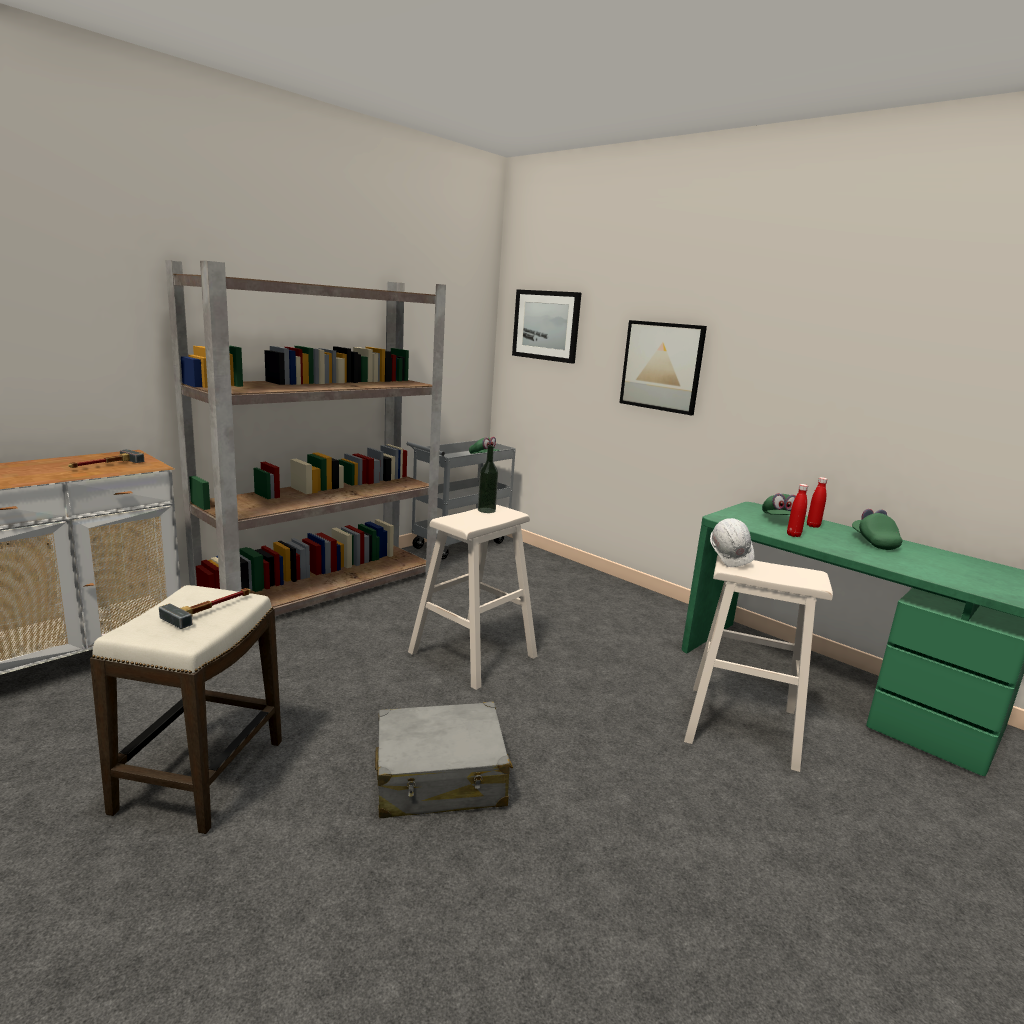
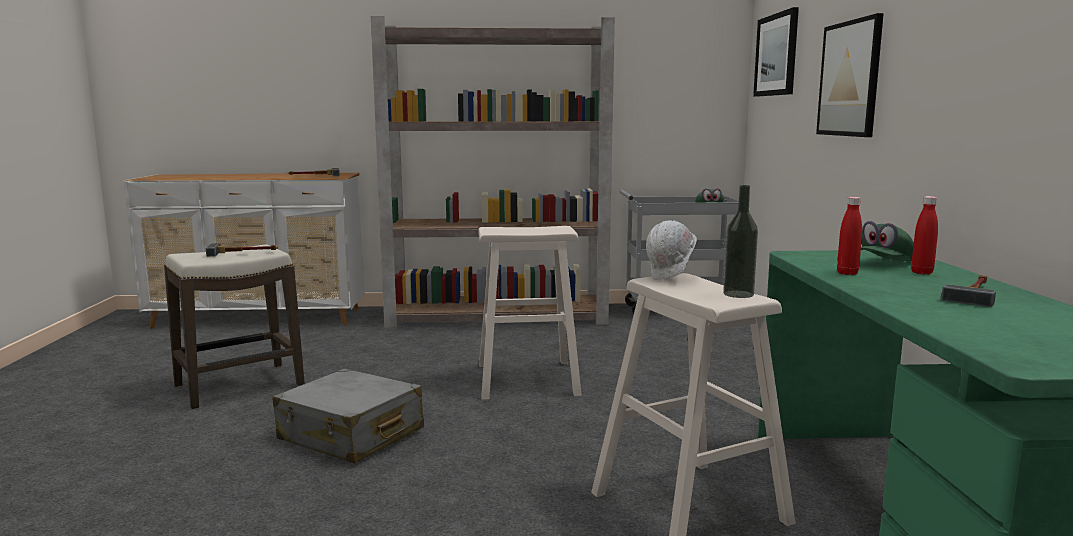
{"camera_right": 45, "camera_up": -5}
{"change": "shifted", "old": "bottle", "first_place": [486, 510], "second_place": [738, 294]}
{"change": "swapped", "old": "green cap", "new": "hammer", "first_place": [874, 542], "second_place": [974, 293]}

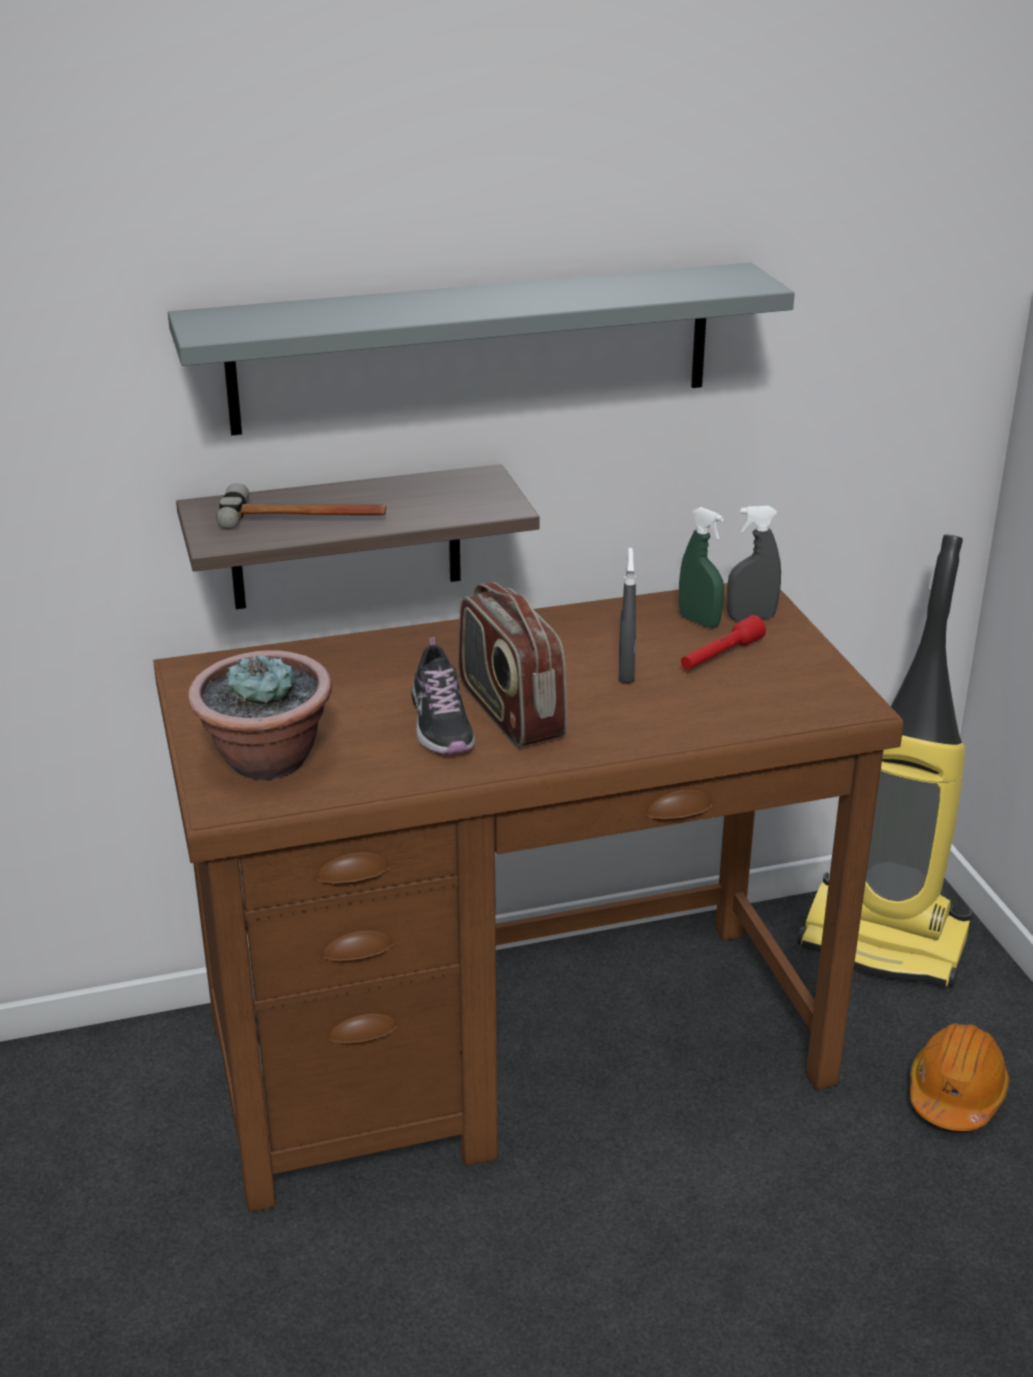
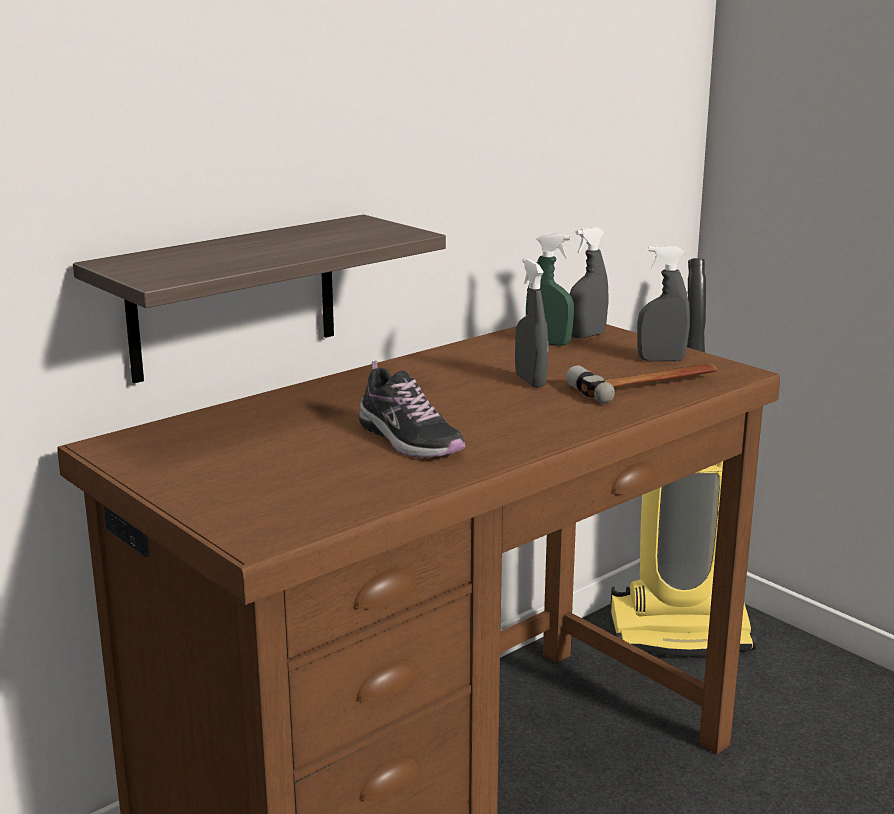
{"camera_right": -25, "camera_up": -10}
{"change": "gone", "old": "grey shelf", "first_place": [473, 348]}
{"change": "gone", "old": "potted plant", "first_place": [267, 761]}
{"change": "gone", "old": "radio", "first_place": [509, 712]}
{"change": "gone", "old": "red flashlight", "first_place": [720, 656]}
{"change": "gone", "old": "orange hard hat", "first_place": [956, 1093]}
{"change": "new", "new": "grey spray bottle", "second_place": [661, 360]}
{"change": "shifted", "old": "hammer", "first_place": [304, 518], "second_place": [647, 386]}

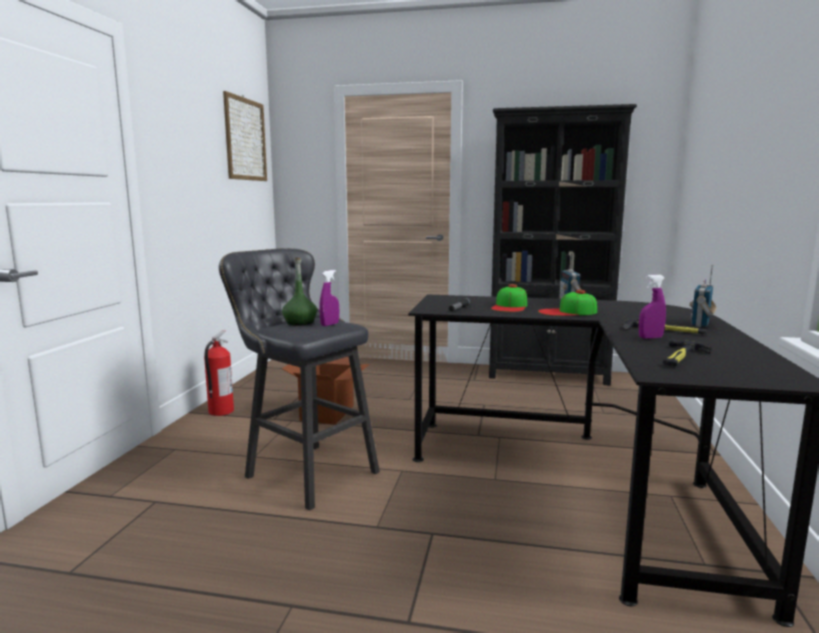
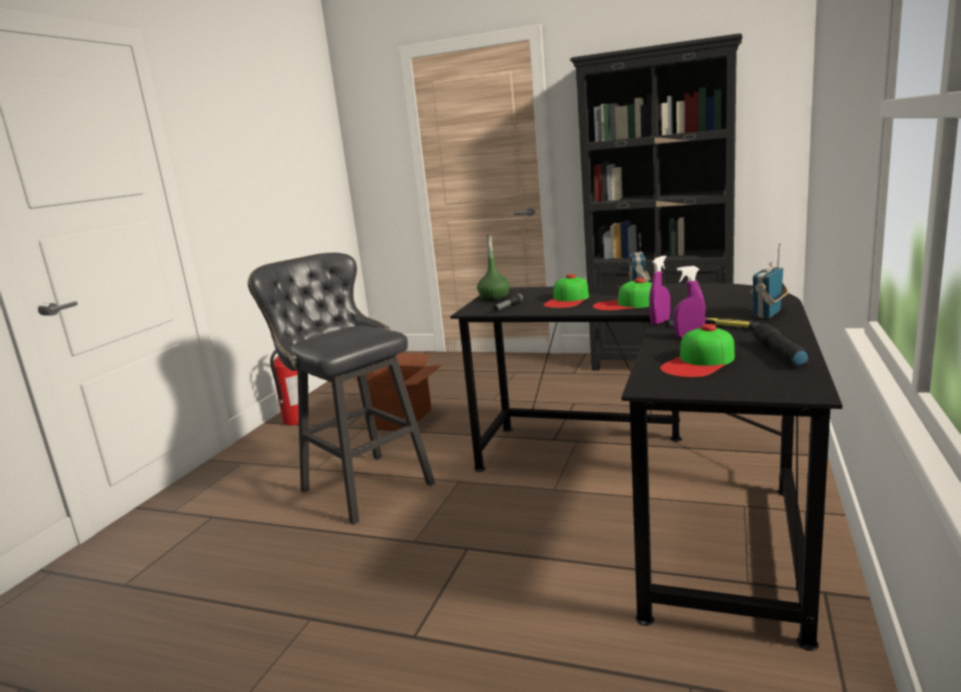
{"camera_right": 10, "camera_up": 5}
{"change": "gone", "old": "picture", "first_place": [245, 138]}
{"change": "new", "new": "black flashlight", "second_place": [778, 353]}
{"change": "shifted", "old": "green bottle", "first_place": [300, 322], "second_place": [494, 298]}
{"change": "shifted", "old": "purple spray bottle", "first_place": [330, 324], "second_place": [660, 322]}
{"change": "swapped", "old": "hammer", "new": "cap", "first_place": [681, 357], "second_place": [699, 362]}

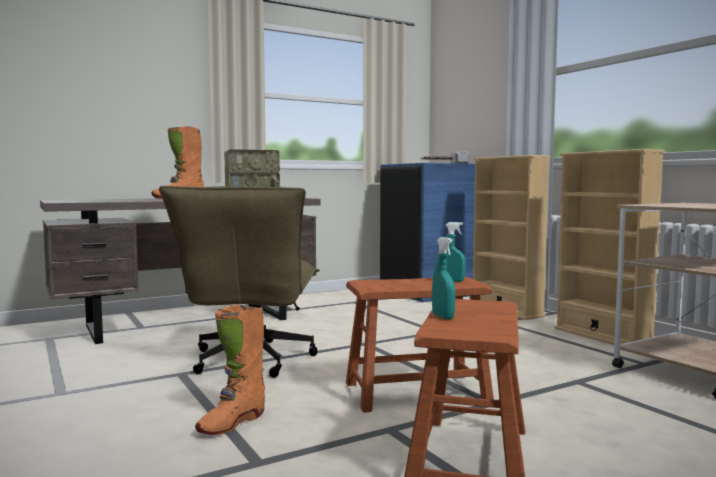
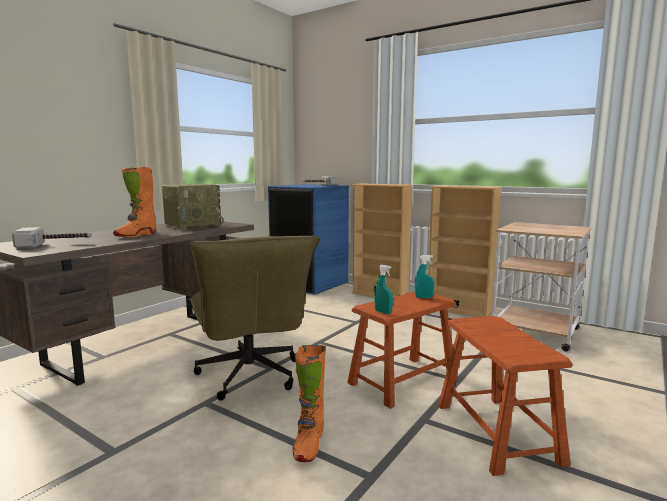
{"camera_right": -25, "camera_up": 5}
{"change": "new", "new": "hammer", "second_place": [55, 244]}
{"change": "shifted", "old": "turquoise spray bottle", "first_place": [443, 317], "second_place": [383, 312]}

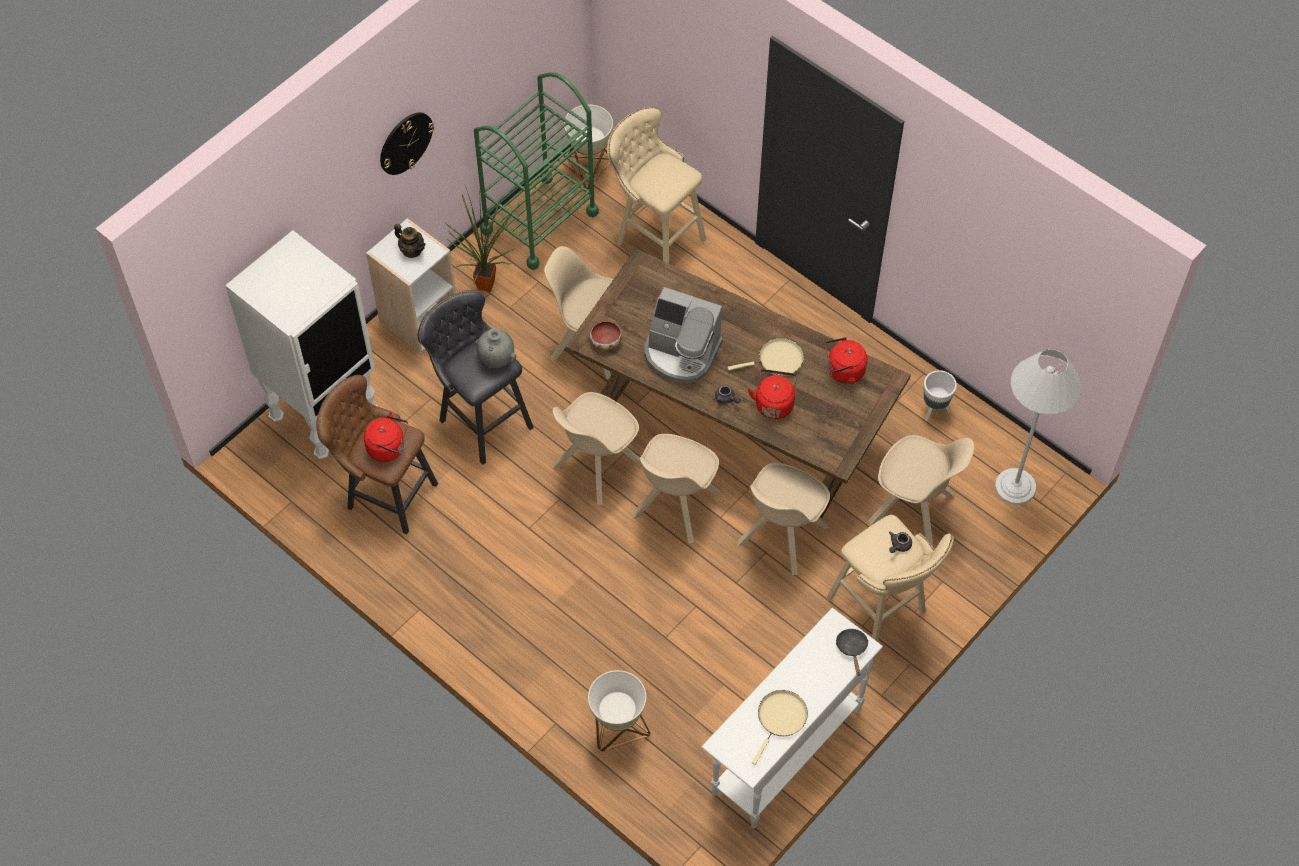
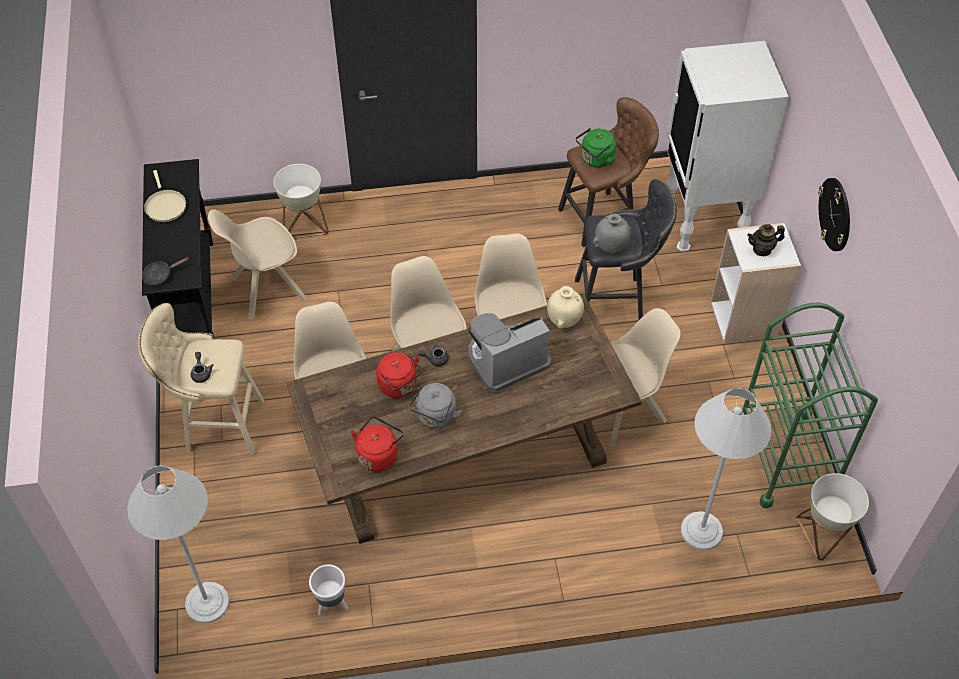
{"camera_right": 130, "camera_up": -5}
{"change": "gone", "old": "potted plant", "first_place": [487, 283]}
{"change": "shifted", "old": "beige chair", "first_place": [913, 510], "second_place": [266, 289]}
{"change": "swapped", "old": "bowl", "new": "beige vase", "first_place": [605, 342], "second_place": [564, 320]}
{"change": "swapped", "old": "beige stool", "new": "white floor lamp", "first_place": [653, 235], "second_place": [701, 531]}
{"change": "swapped", "old": "beige frying pan", "new": "grey kettle", "first_place": [777, 360], "second_place": [435, 417]}
{"change": "repainted", "old": "red kettle", "new": "green kettle", "first_place": [389, 448], "second_place": [595, 160]}
{"change": "repainted", "old": "white console table", "new": "black console table", "first_place": [785, 752], "second_place": [192, 297]}
{"change": "rotated", "old": "black frying pan", "first_place": [852, 648], "second_place": [160, 275], "degrees": 120}

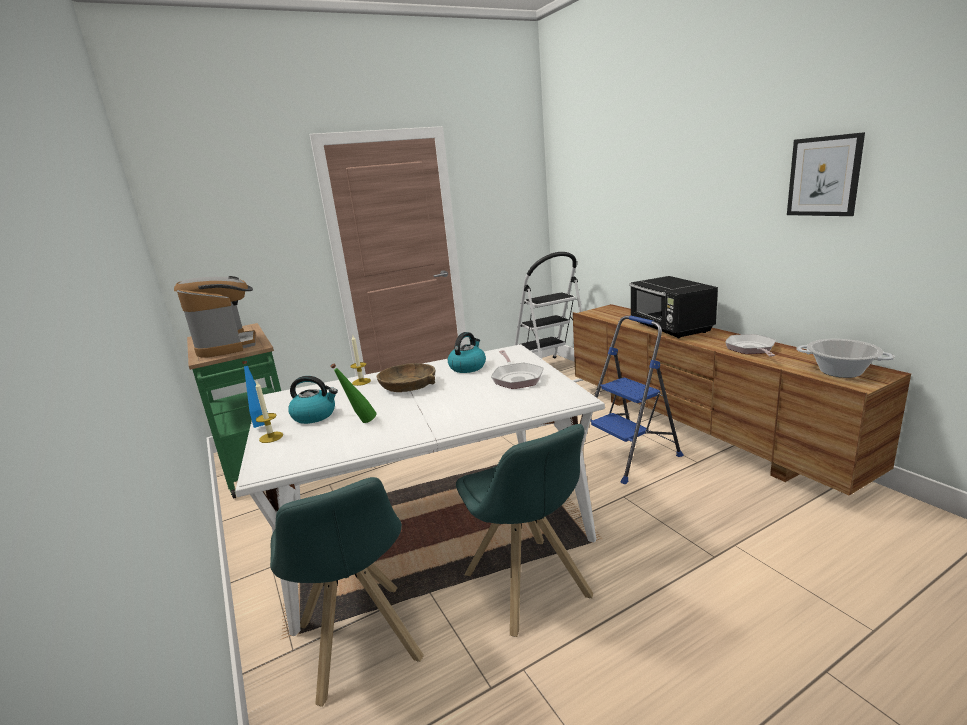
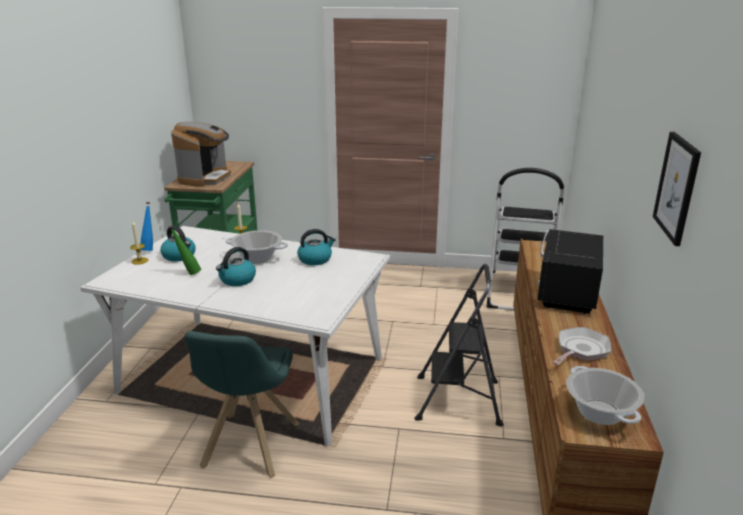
{"camera_right": 35, "camera_up": 5}
{"change": "gone", "old": "turquoise chair", "first_place": [360, 642]}
{"change": "gone", "old": "frying pan", "first_place": [516, 378]}
{"change": "new", "new": "kettle", "second_place": [237, 280]}
{"change": "swapped", "old": "brown bowl", "new": "cooking pot", "first_place": [409, 385], "second_place": [257, 258]}
{"change": "repainted", "old": "blue step ladder", "new": "black step ladder", "first_place": [630, 454], "second_place": [461, 399]}

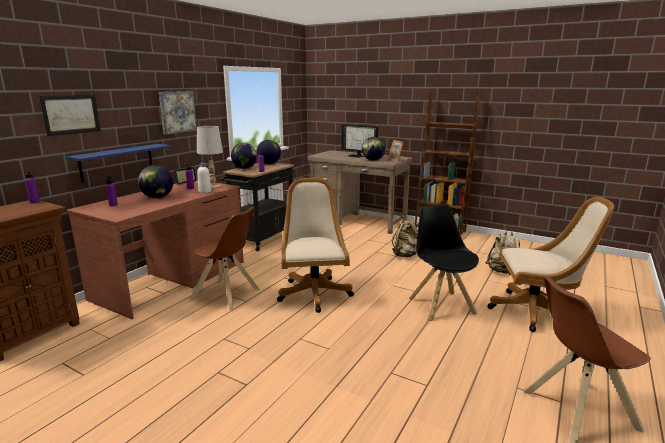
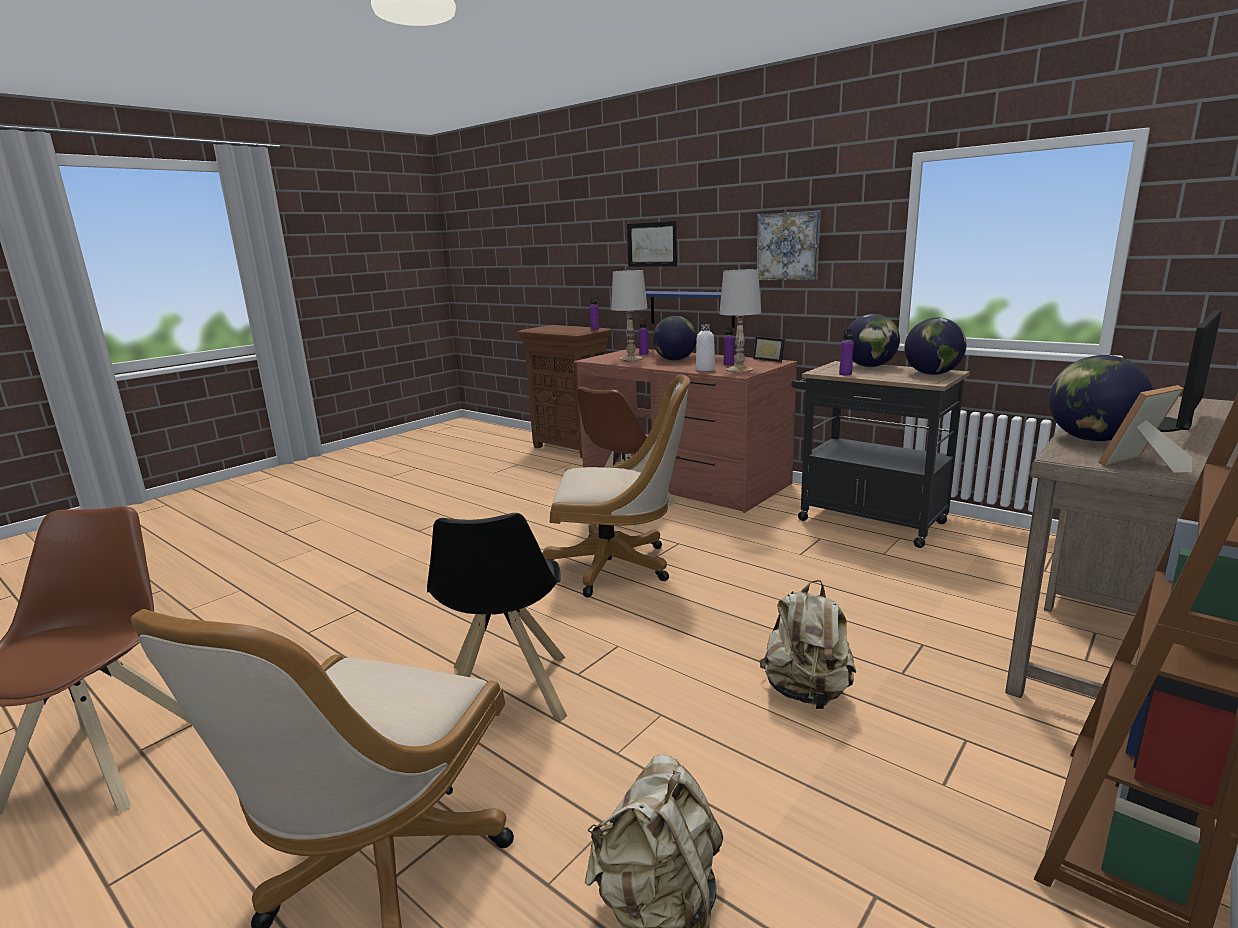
{"camera_right": 100, "camera_up": 0}
{"change": "new", "new": "white table lamp", "second_place": [631, 359]}
{"change": "rotated", "old": "black chair", "first_place": [441, 304], "second_place": [506, 694], "degrees": 90}

